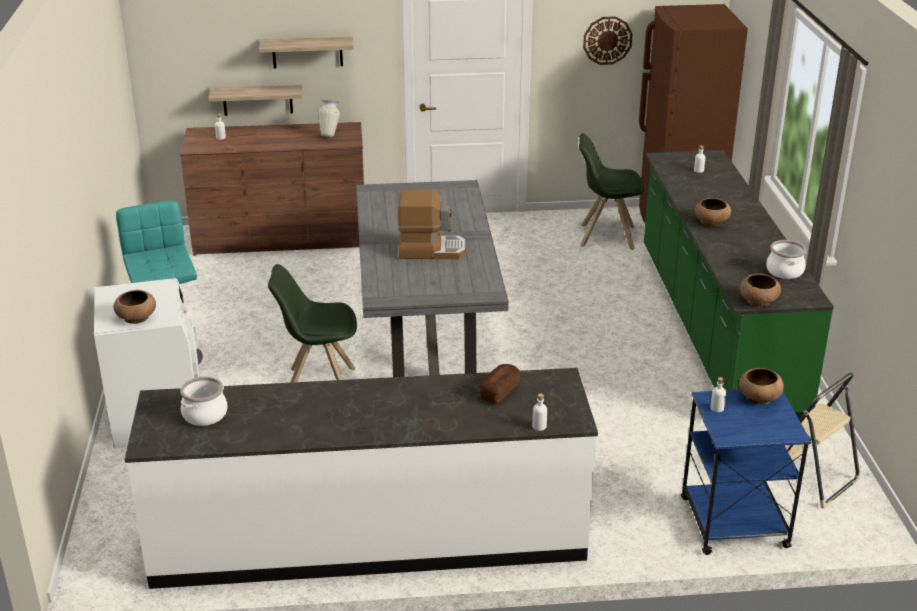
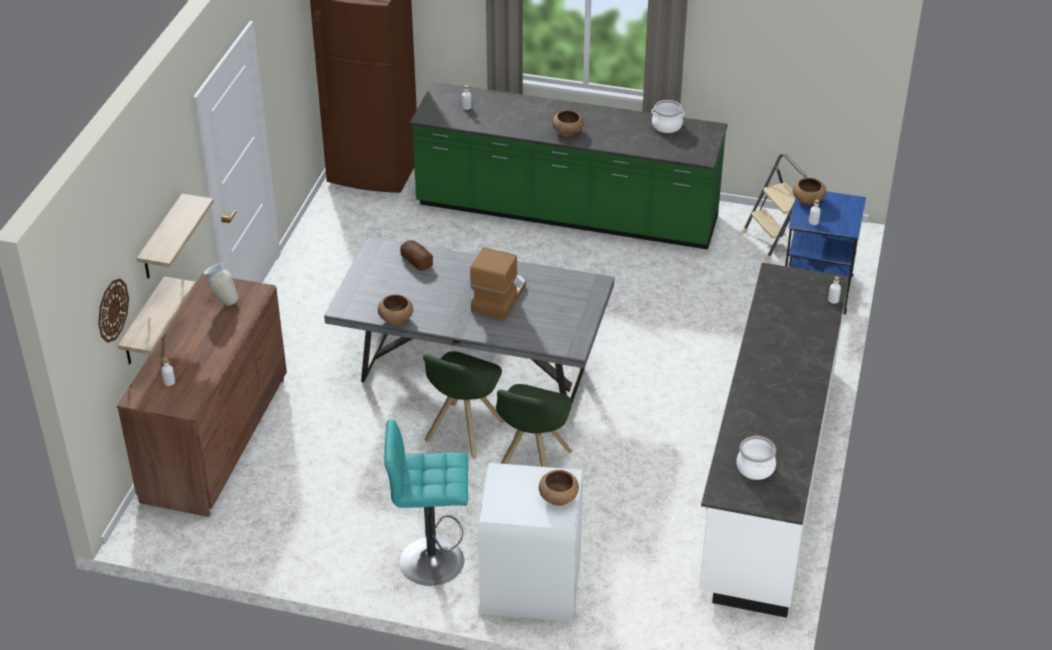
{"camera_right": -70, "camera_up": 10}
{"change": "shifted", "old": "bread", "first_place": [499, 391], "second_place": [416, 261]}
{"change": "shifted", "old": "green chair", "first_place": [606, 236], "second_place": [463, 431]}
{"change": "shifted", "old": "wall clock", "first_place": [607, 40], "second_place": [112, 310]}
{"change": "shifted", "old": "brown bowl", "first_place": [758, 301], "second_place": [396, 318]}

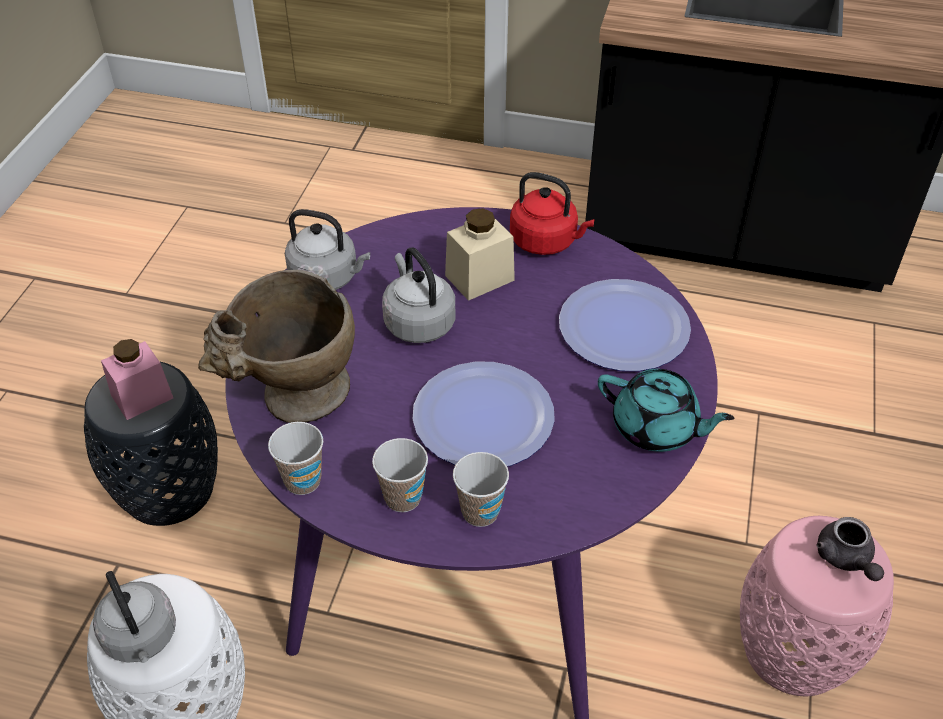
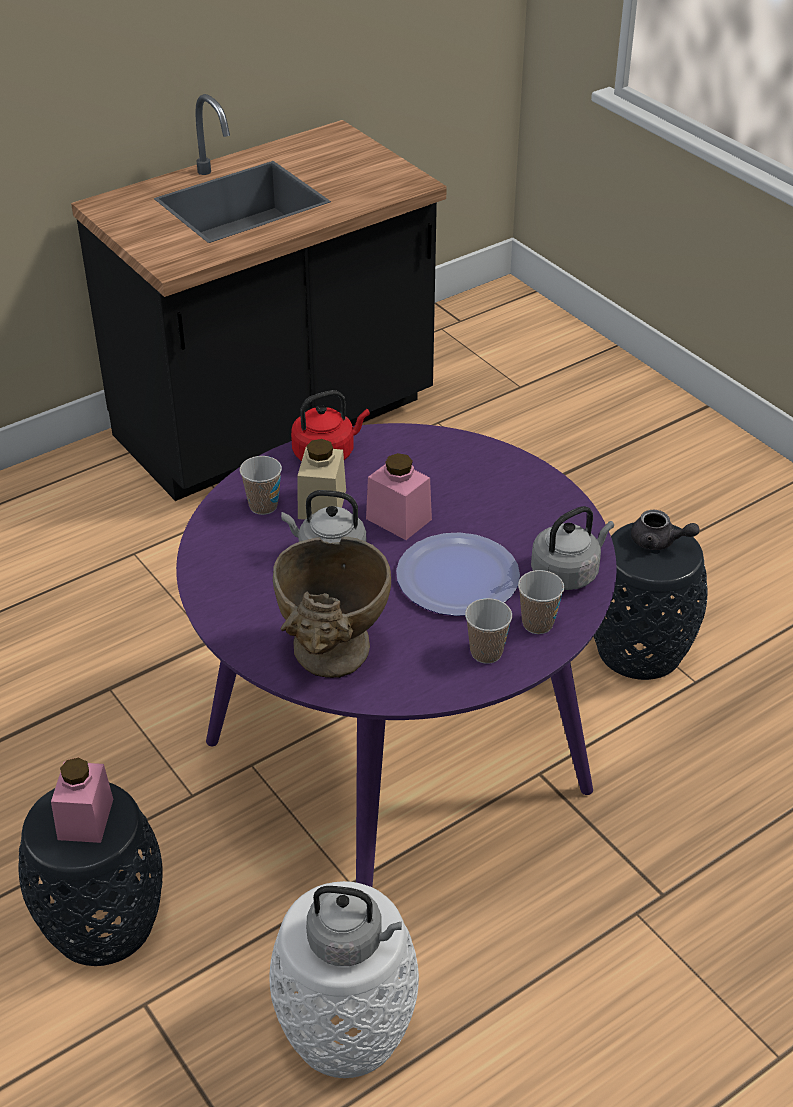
{"camera_right": -50, "camera_up": -5}
{"change": "gone", "old": "plate", "first_place": [623, 327]}
{"change": "gone", "old": "turquoise teapot", "first_place": [656, 428]}
{"change": "new", "new": "pink jar", "second_place": [398, 519]}
{"change": "shifted", "old": "cup", "first_place": [302, 481], "second_place": [263, 506]}
{"change": "shifted", "old": "grey kettle", "first_place": [327, 278], "second_place": [567, 572]}
{"change": "repainted", "old": "pink stool", "new": "black stool", "first_place": [794, 651], "second_place": [640, 650]}

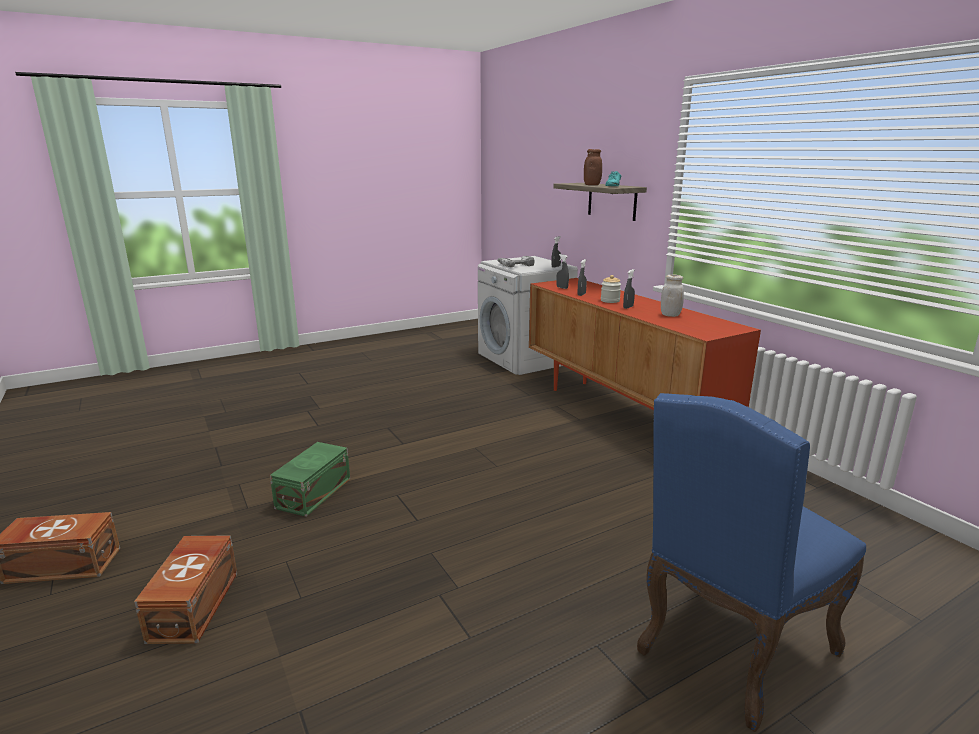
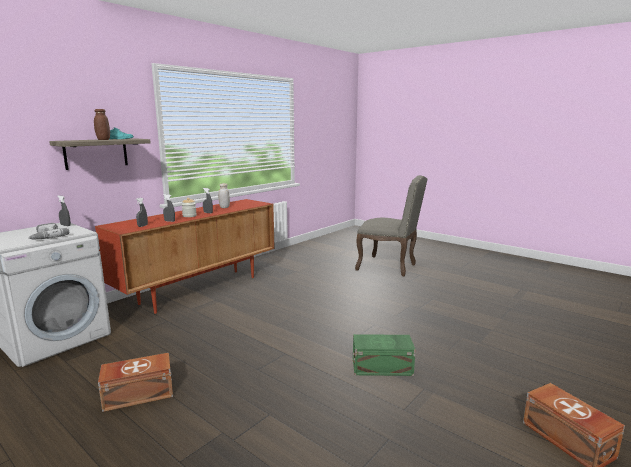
{"camera_right": -110, "camera_up": -5}
{"change": "shifted", "old": "brown storage box", "first_place": [196, 605], "second_place": [137, 394]}
{"change": "repainted", "old": "blue chair", "new": "grey chair", "first_place": [728, 649], "second_place": [388, 267]}

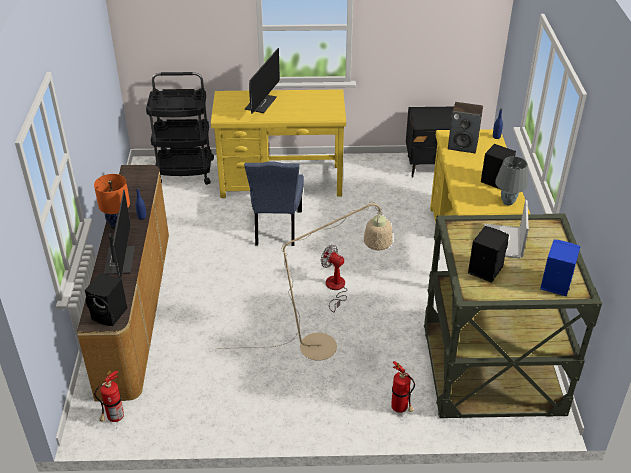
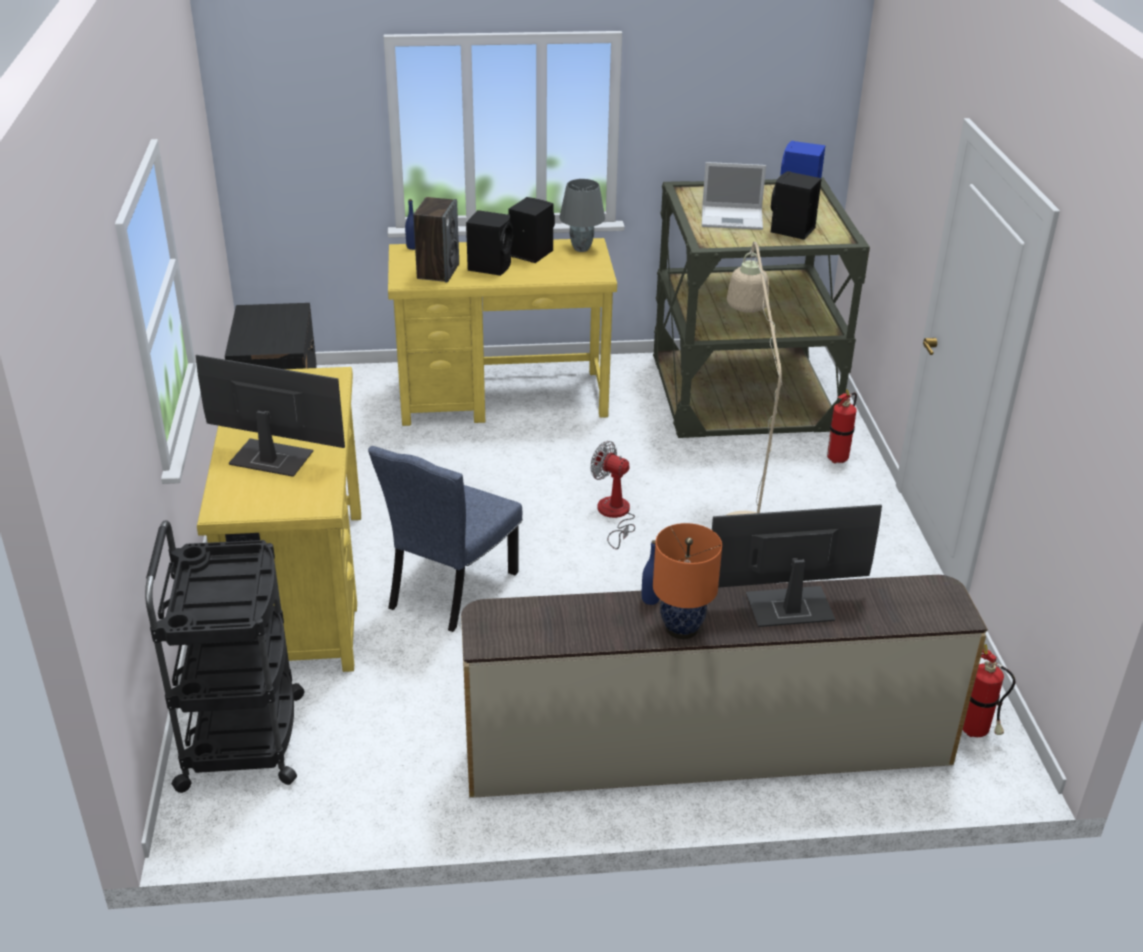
{"camera_right": -95, "camera_up": -5}
{"change": "shifted", "old": "black speaker", "first_place": [110, 315], "second_place": [490, 266]}
{"change": "rotated", "old": "blue chair", "first_place": [276, 226], "second_place": [452, 587], "degrees": 120}
{"change": "rotated", "old": "fan", "first_place": [335, 288], "second_place": [614, 515], "degrees": 90}

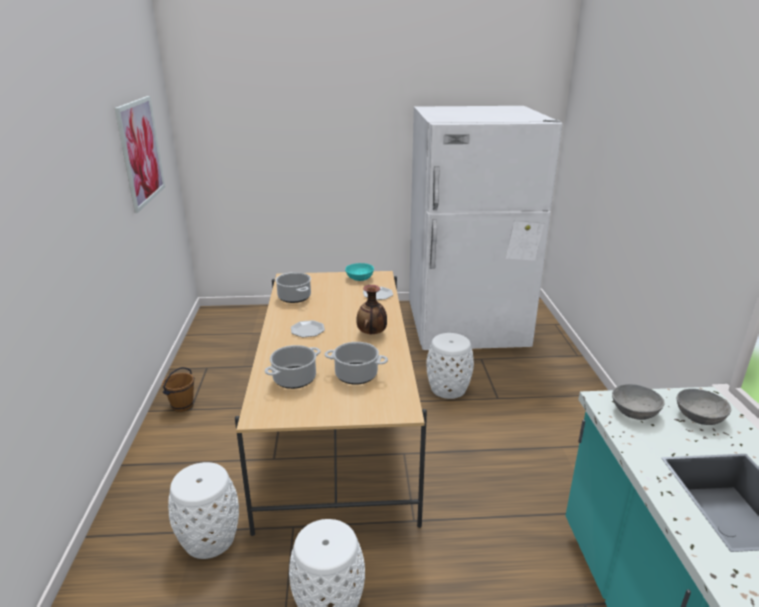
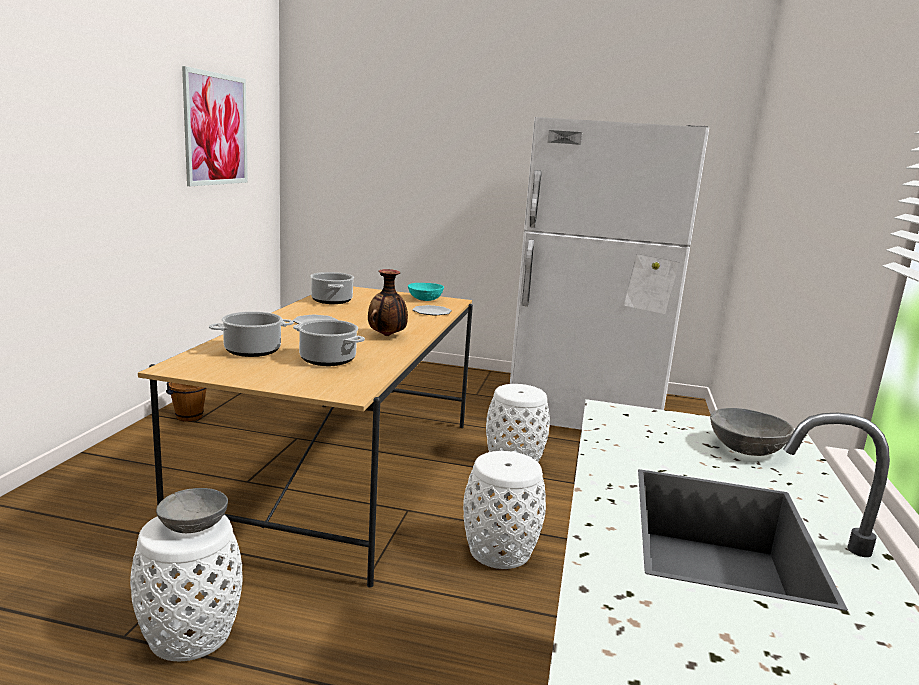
{"camera_right": 15, "camera_up": -10}
{"change": "shifted", "old": "white stool", "first_place": [210, 539], "second_place": [500, 551]}
{"change": "shifted", "old": "grey bowl", "first_place": [635, 412], "second_place": [194, 525]}

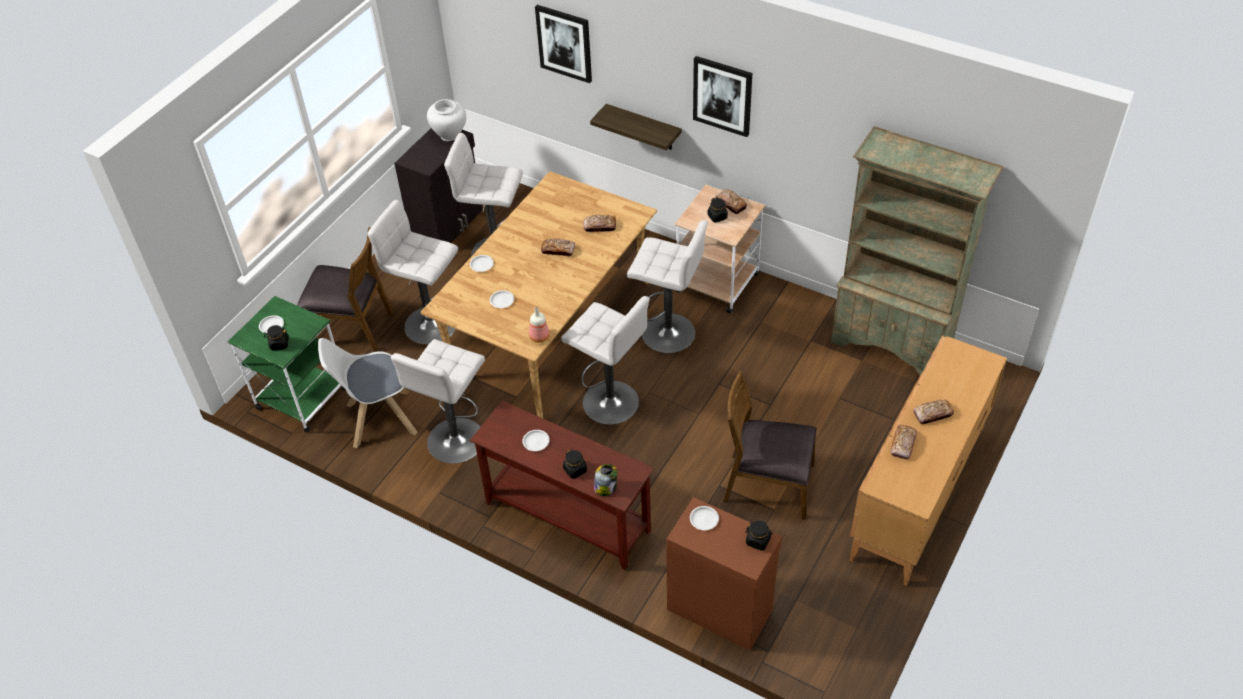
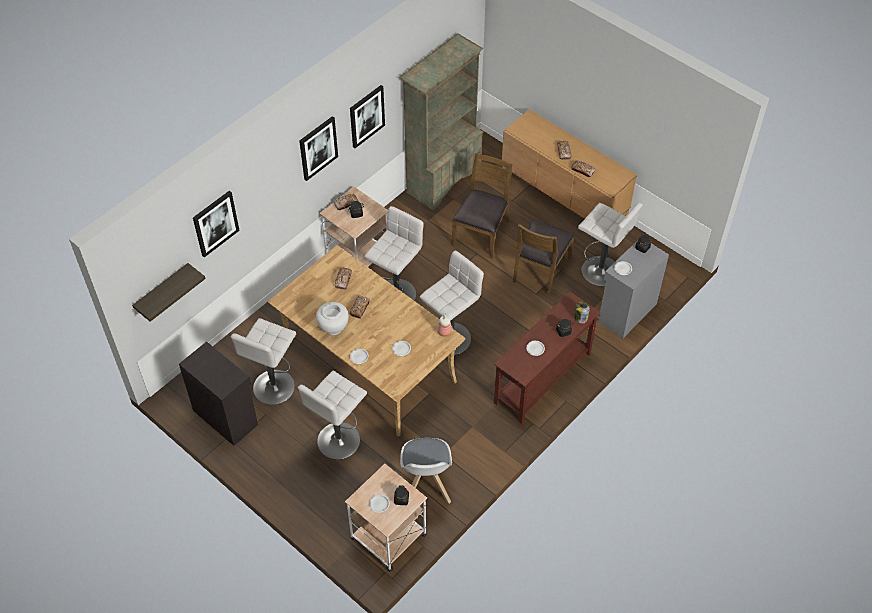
{"camera_right": -80, "camera_up": 5}
{"change": "new", "new": "picture", "second_place": [366, 116]}
{"change": "shifted", "old": "brown chair", "first_place": [351, 327], "second_place": [481, 233]}
{"change": "shifted", "old": "white stool", "first_place": [455, 441], "second_place": [600, 271]}
{"change": "shifted", "old": "white vase", "first_place": [450, 135], "second_place": [333, 328]}
{"change": "shifted", "old": "shelf", "first_place": [643, 127], "second_place": [162, 291]}
{"change": "repainted", "old": "green cart", "new": "beige cart", "first_place": [301, 397], "second_place": [388, 538]}
{"change": "repainted", "old": "brown cabinet", "new": "grey cabinet", "first_place": [719, 608], "second_place": [626, 312]}

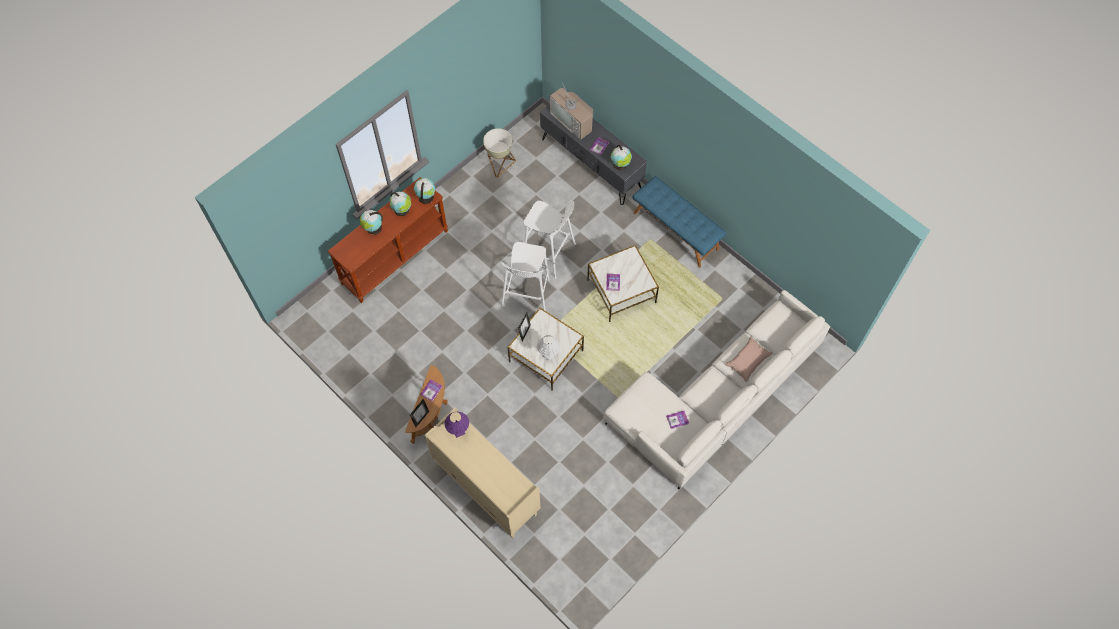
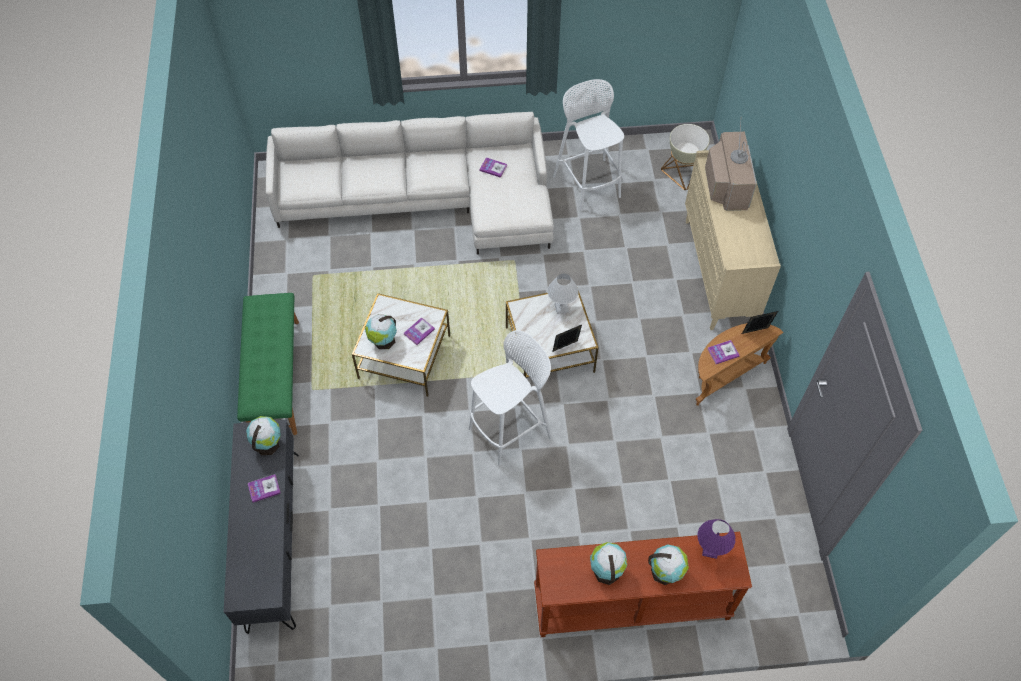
{"camera_right": -140, "camera_up": -5}
{"change": "gone", "old": "beige pillow", "first_place": [748, 360]}
{"change": "shifted", "old": "globe", "first_place": [426, 196], "second_place": [383, 341]}
{"change": "shifted", "old": "purple table lamp", "first_place": [458, 431], "second_place": [710, 550]}
{"change": "shifted", "old": "planter", "first_place": [500, 164], "second_place": [681, 176]}
{"change": "shifted", "old": "white stool", "first_place": [549, 254], "second_place": [589, 184]}
{"change": "shifted", "old": "television", "first_place": [573, 120], "second_place": [726, 184]}
{"change": "repainted", "old": "blue bench", "new": "green bench", "first_place": [676, 230], "second_place": [275, 377]}

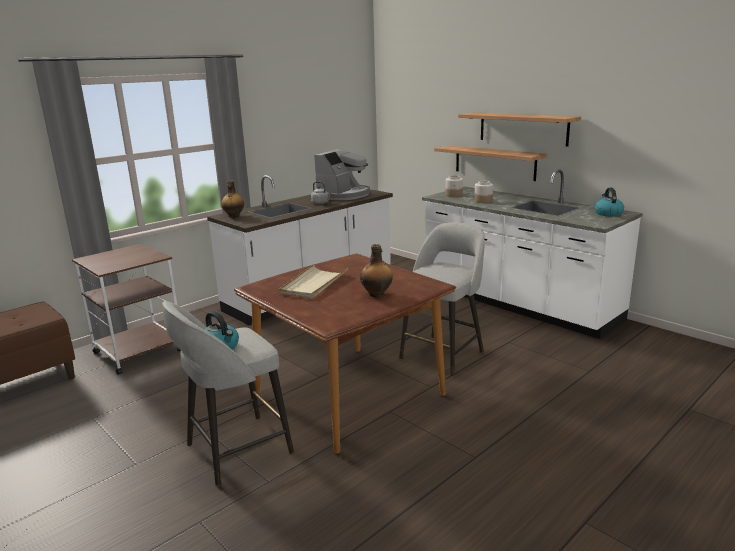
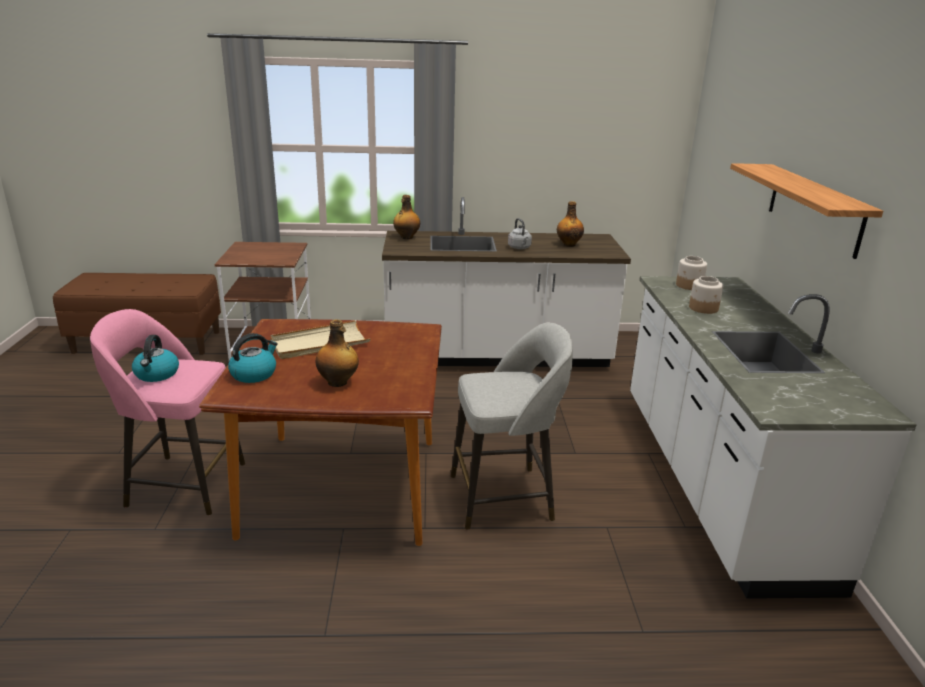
{"camera_right": 40, "camera_up": 5}
{"change": "gone", "old": "shelf", "first_place": [494, 162]}
{"change": "shifted", "old": "kettle", "first_place": [608, 213], "second_place": [254, 374]}
{"change": "swapped", "old": "coffee machine", "new": "bottle", "first_place": [344, 195], "second_place": [569, 244]}
{"change": "repainted", "old": "grey stool", "new": "pink stool", "first_place": [236, 450], "second_place": [183, 484]}

